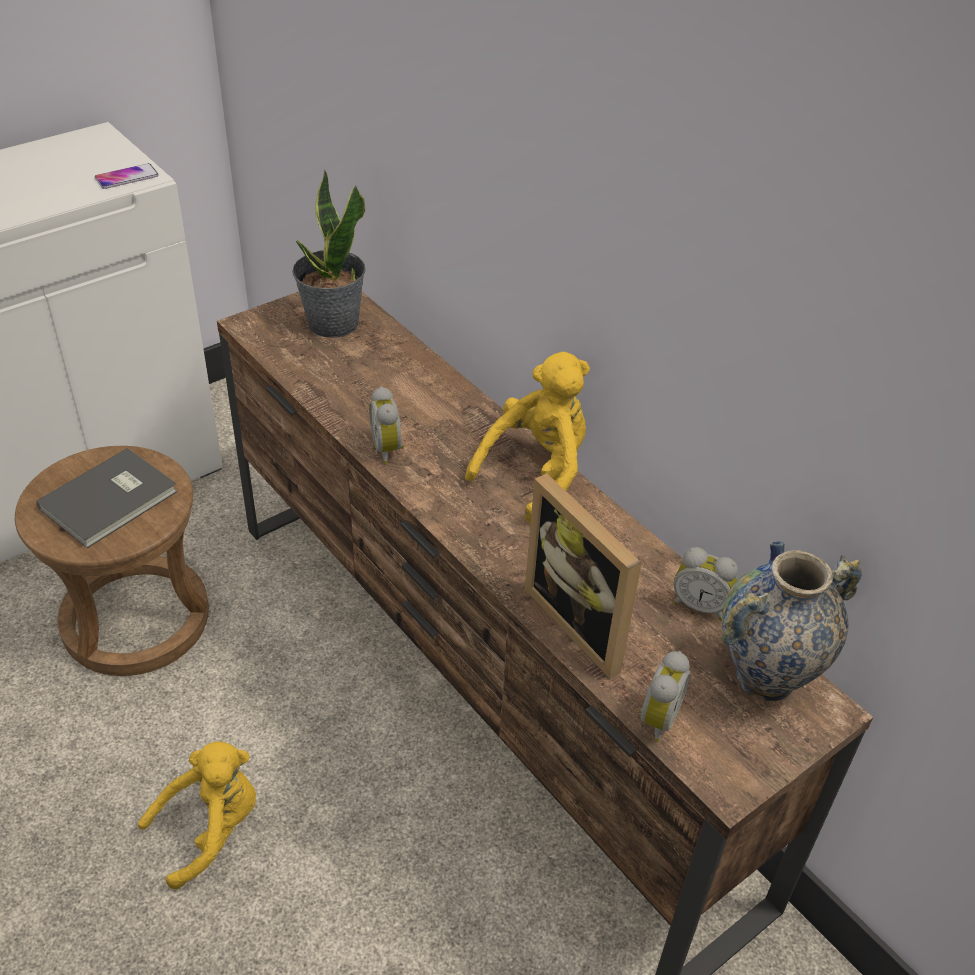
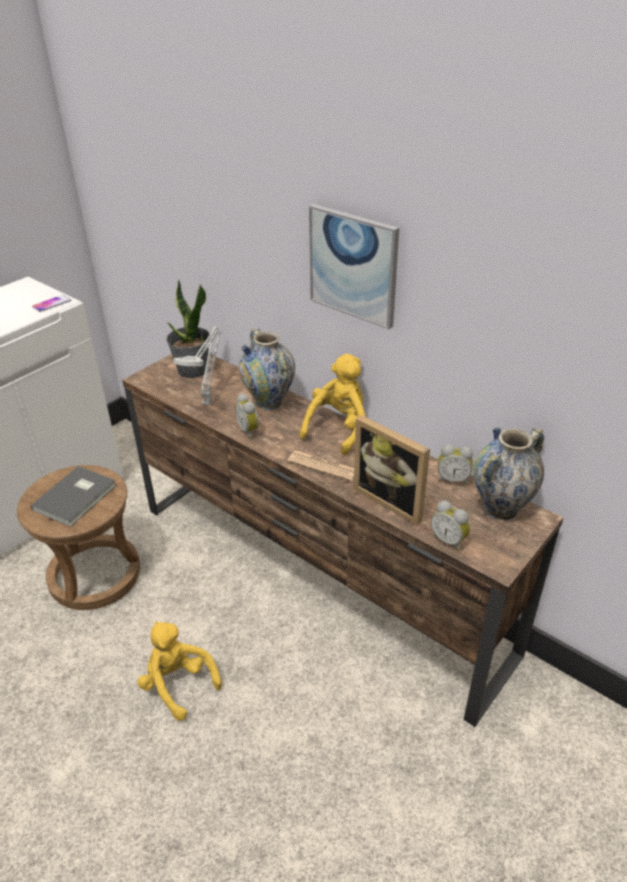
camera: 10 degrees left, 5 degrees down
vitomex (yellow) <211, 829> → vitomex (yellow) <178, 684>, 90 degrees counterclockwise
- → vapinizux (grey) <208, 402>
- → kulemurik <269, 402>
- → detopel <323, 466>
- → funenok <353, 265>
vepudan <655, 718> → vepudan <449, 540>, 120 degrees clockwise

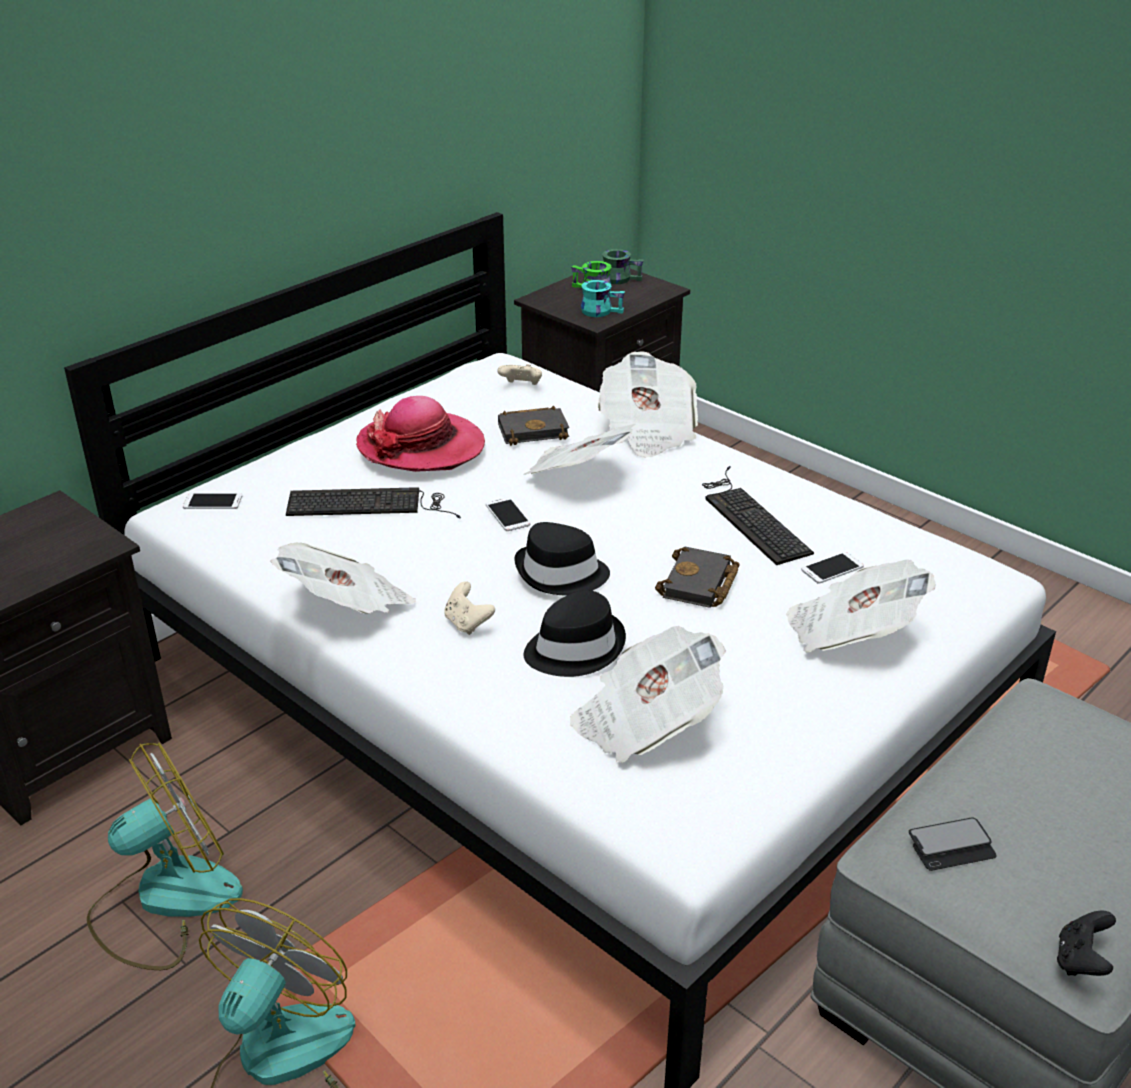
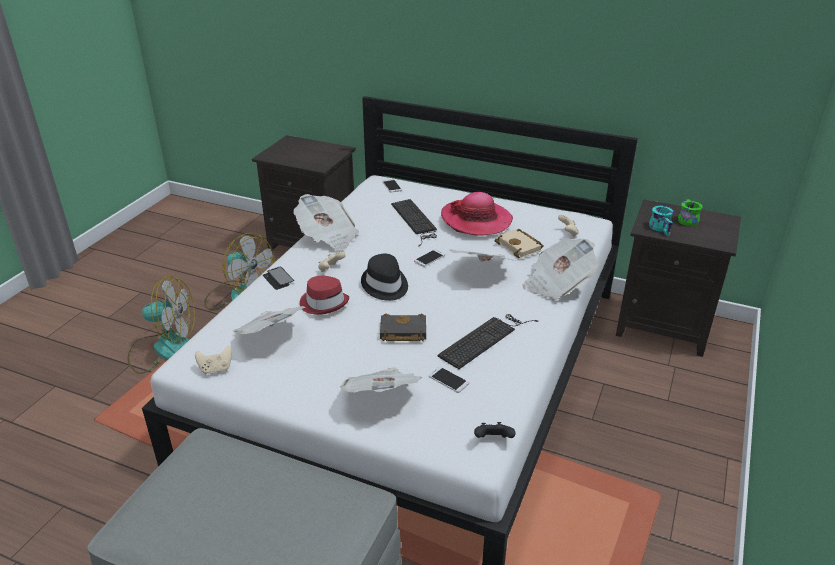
camera: 70 degrees right, 0 degrees up
- → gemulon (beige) <216, 369>
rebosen <951, 846> → rebosen <278, 279>, move
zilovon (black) <574, 648> → zilovon (red) <324, 303>
gemulon (black) <1080, 961> → gemulon (black) <493, 440>, move
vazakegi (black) <534, 430> → vazakegi (beige) <520, 247>
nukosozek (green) <621, 278> → -

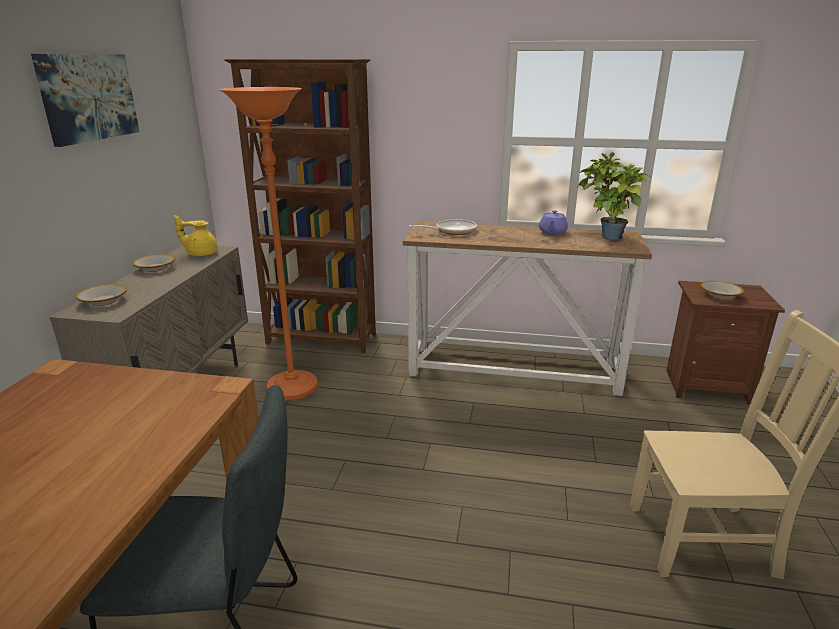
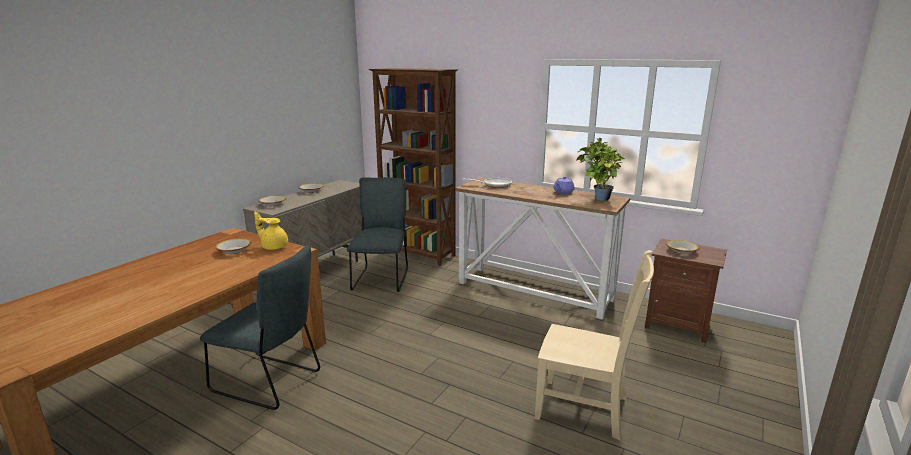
camera: 20 degrees right, 5 degrees down
- → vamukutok <234, 250>
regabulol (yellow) <201, 254> → regabulol (yellow) <274, 246>, move
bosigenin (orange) <292, 388> → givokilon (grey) <381, 278>
funenok <88, 97> → -

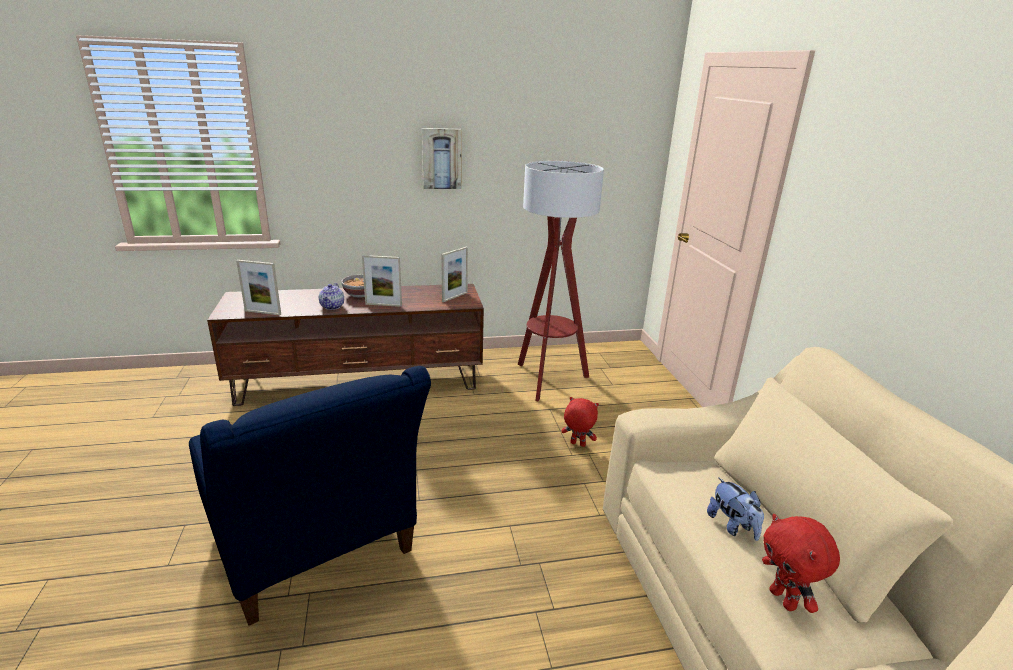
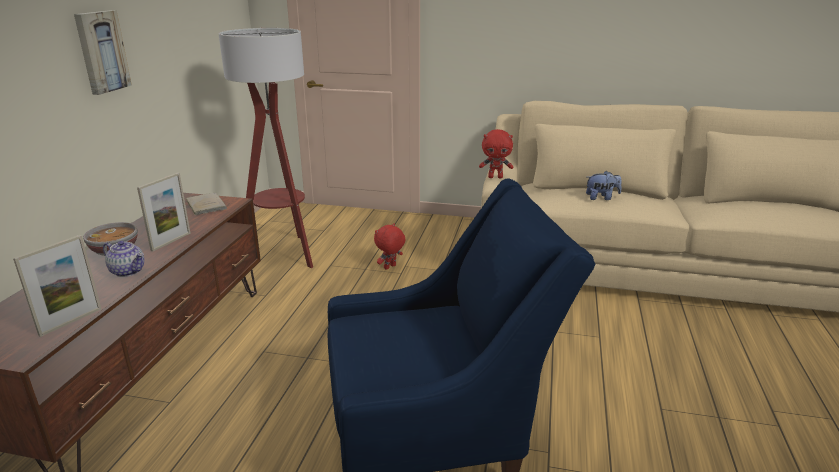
camera: 65 degrees left, 0 degrees up
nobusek <455, 297> → vazakegi (beige) <206, 205>
vitomex (red) <784, 600> → vitomex (red) <495, 177>, move

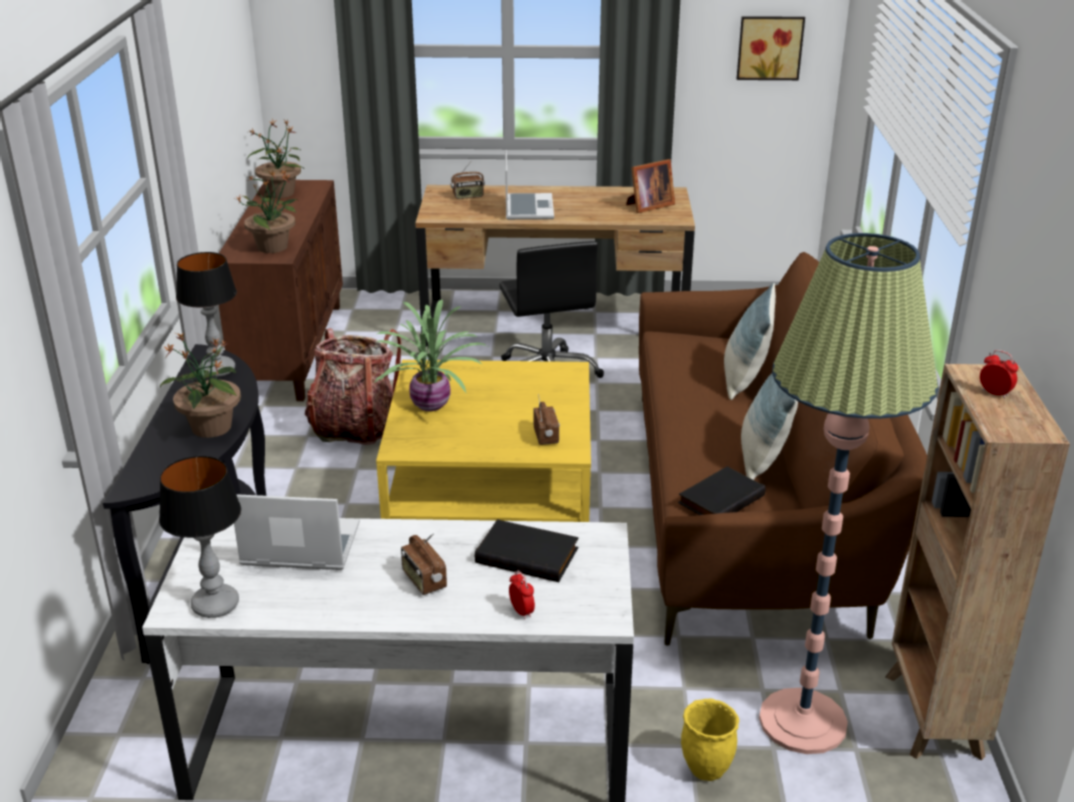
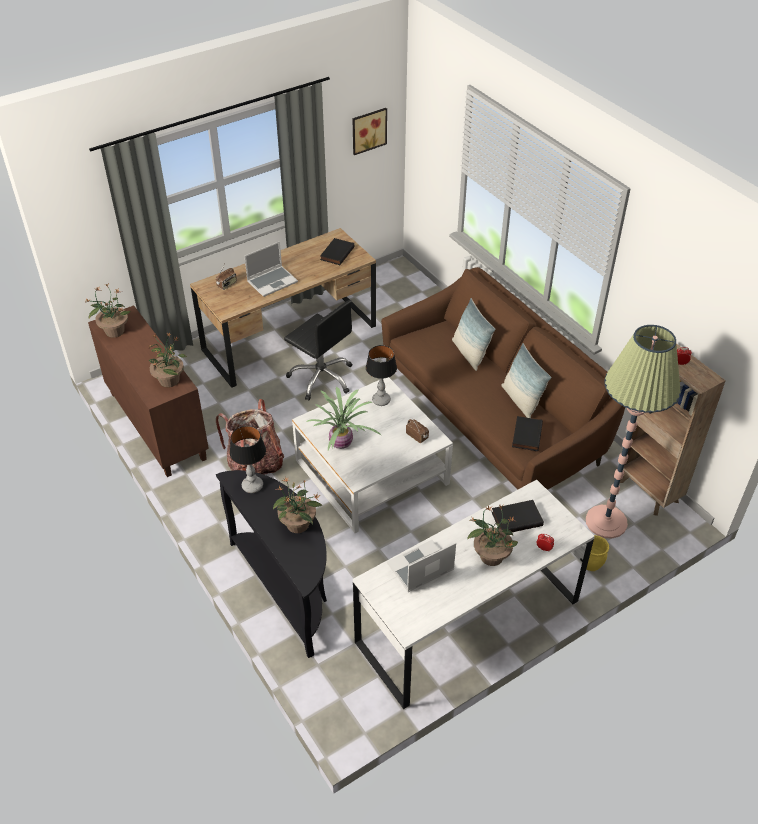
camera: 35 degrees left, 15 degrees up
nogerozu <527, 208> → nogerozu <272, 281>, 90 degrees clockwise
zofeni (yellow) <491, 496> → zofeni (white) <371, 472>
nobusek <648, 206> → vazakegi (black) <336, 253>
vapinizux <216, 604> → vapinizux <381, 400>, move
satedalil <423, 581> → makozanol <491, 556>

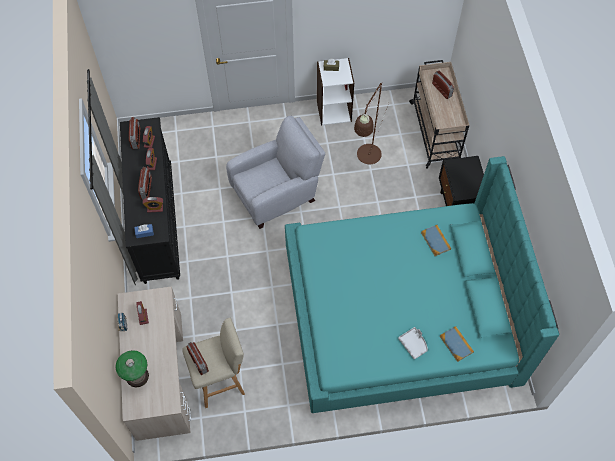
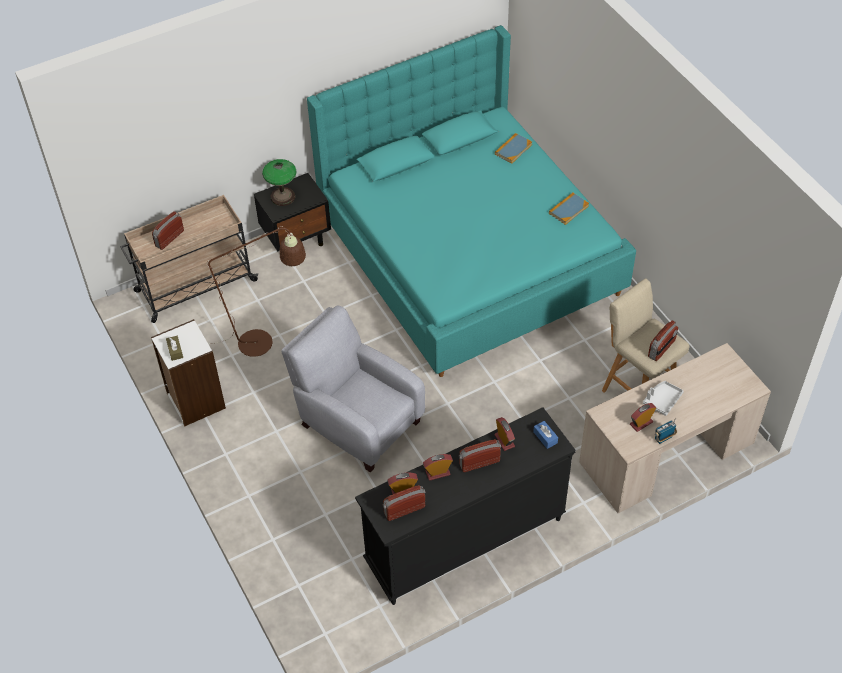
camera: 110 degrees left, 10 degrees down
vapinizux <137, 376> → vapinizux <282, 197>, move
vazakegi <435, 241> → vazakegi <568, 210>, move
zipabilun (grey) <413, 344> → zipabilun (grey) <662, 400>, move

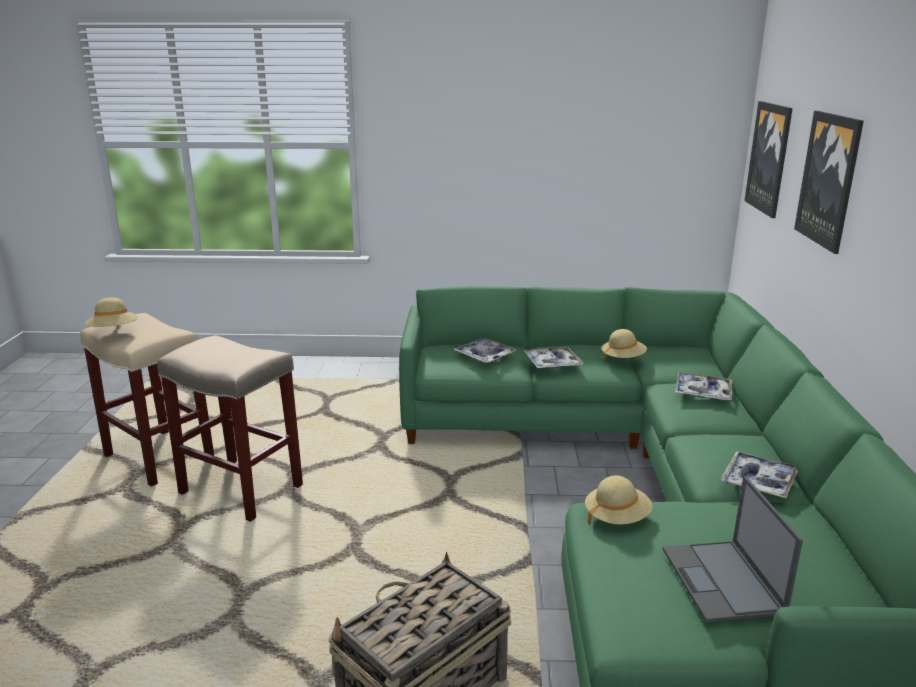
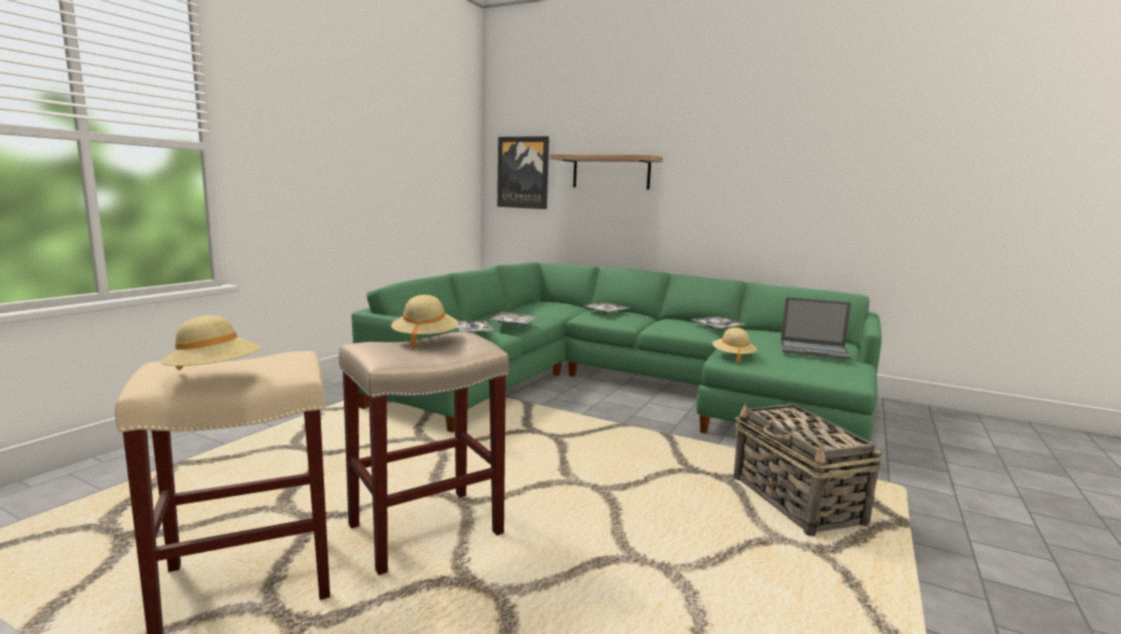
camera: 65 degrees left, 10 degrees down
zilovon (beige) <623, 358> → zilovon (beige) <425, 340>, move
funenok <829, 180> → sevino <611, 172>

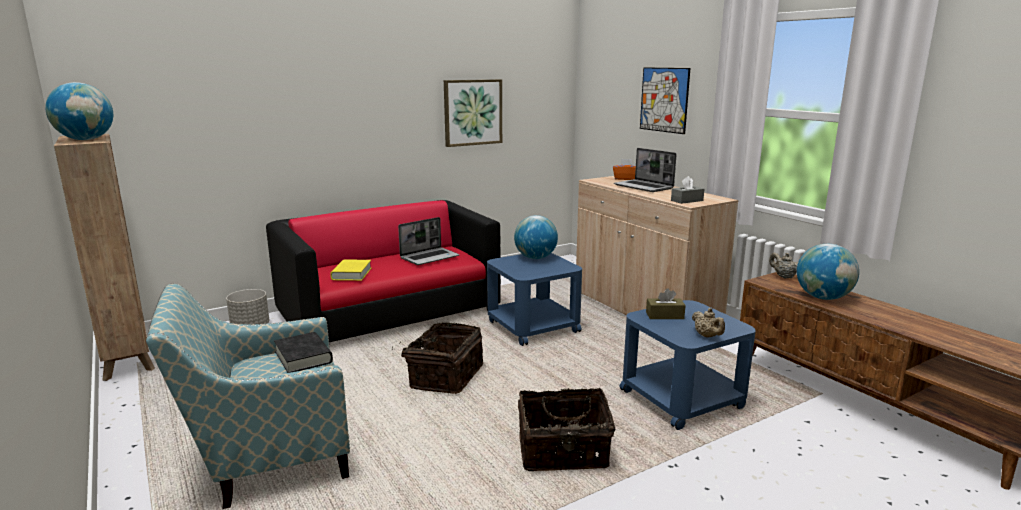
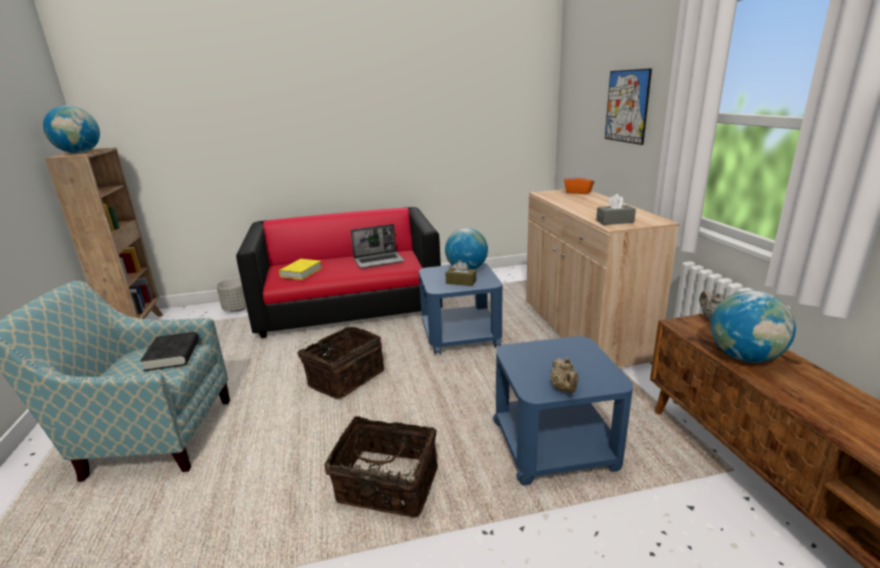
camera: 20 degrees right, 5 degrees up
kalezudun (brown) <664, 315> → kalezudun (brown) <461, 282>, move
funenok <472, 112> → -
nogerozu <644, 187> → -

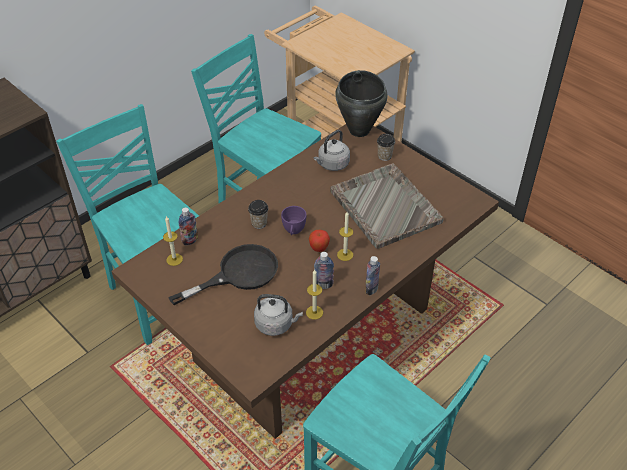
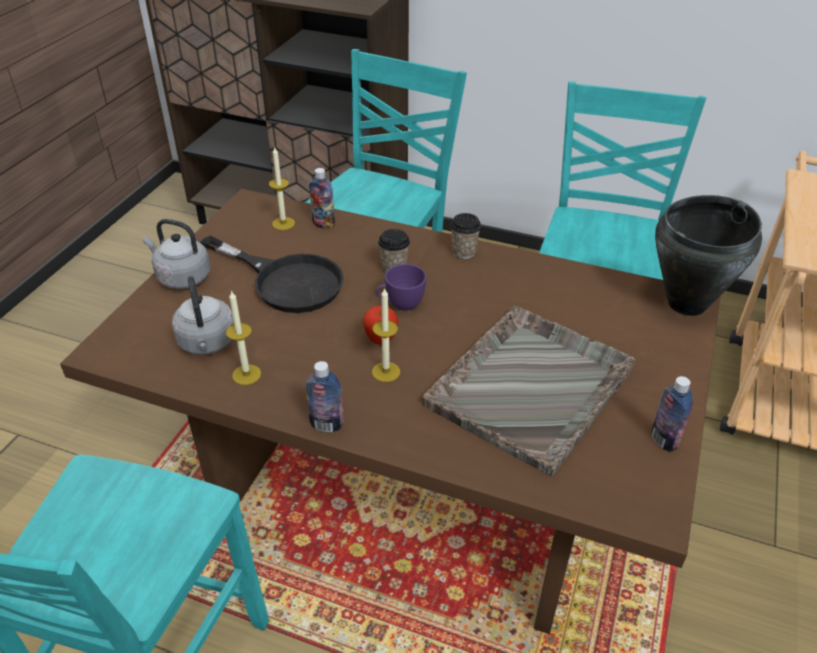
camera: 65 degrees right, 5 degrees down
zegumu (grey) <332, 165> → zegumu (grey) <181, 277>, move
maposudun <384, 156> → maposudun <464, 252>, move
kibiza <323, 285> → kibiza <663, 440>, move

